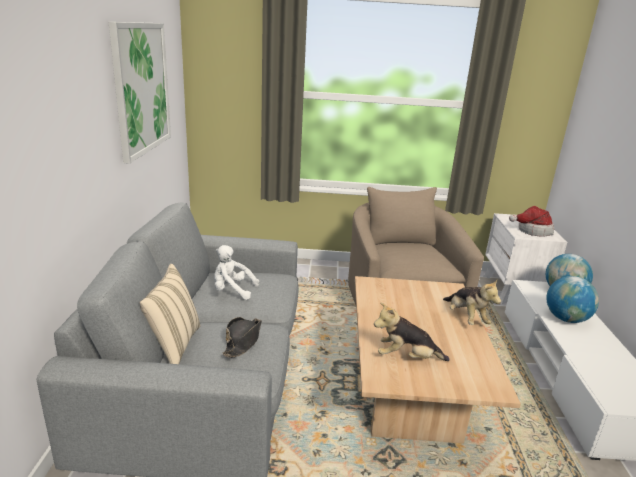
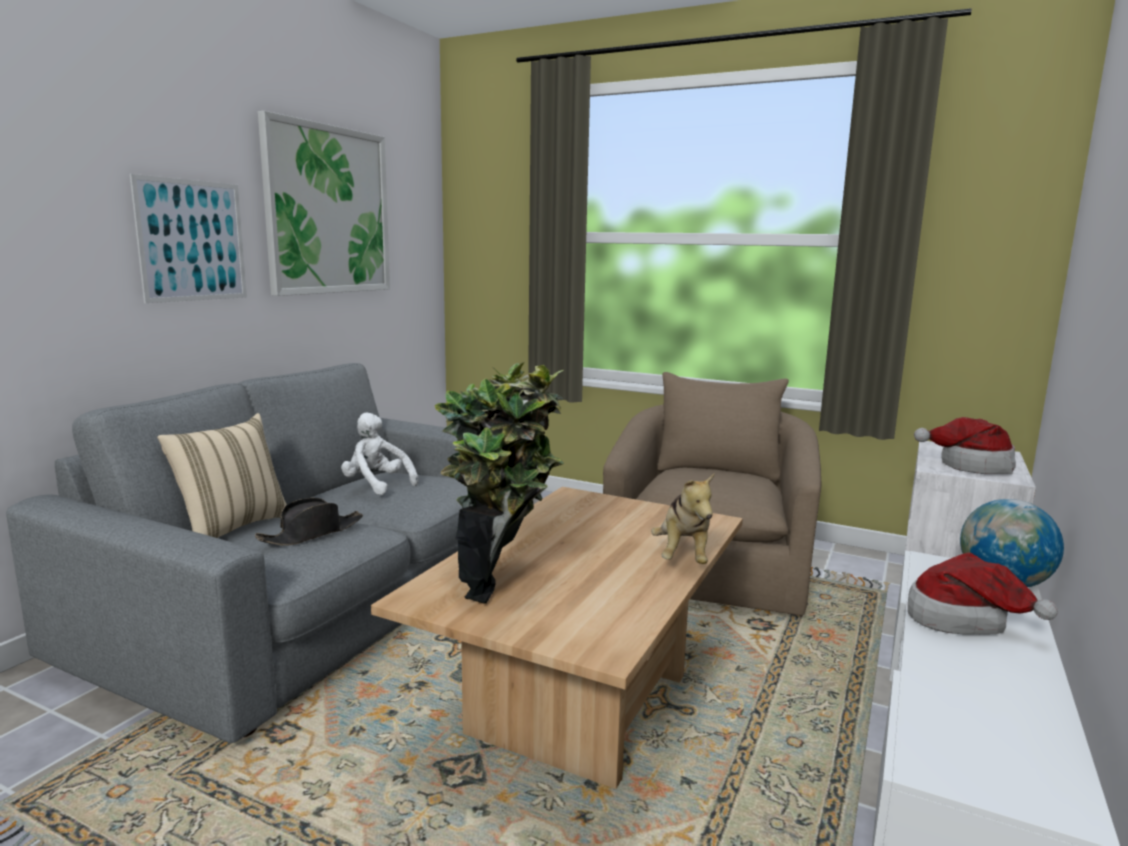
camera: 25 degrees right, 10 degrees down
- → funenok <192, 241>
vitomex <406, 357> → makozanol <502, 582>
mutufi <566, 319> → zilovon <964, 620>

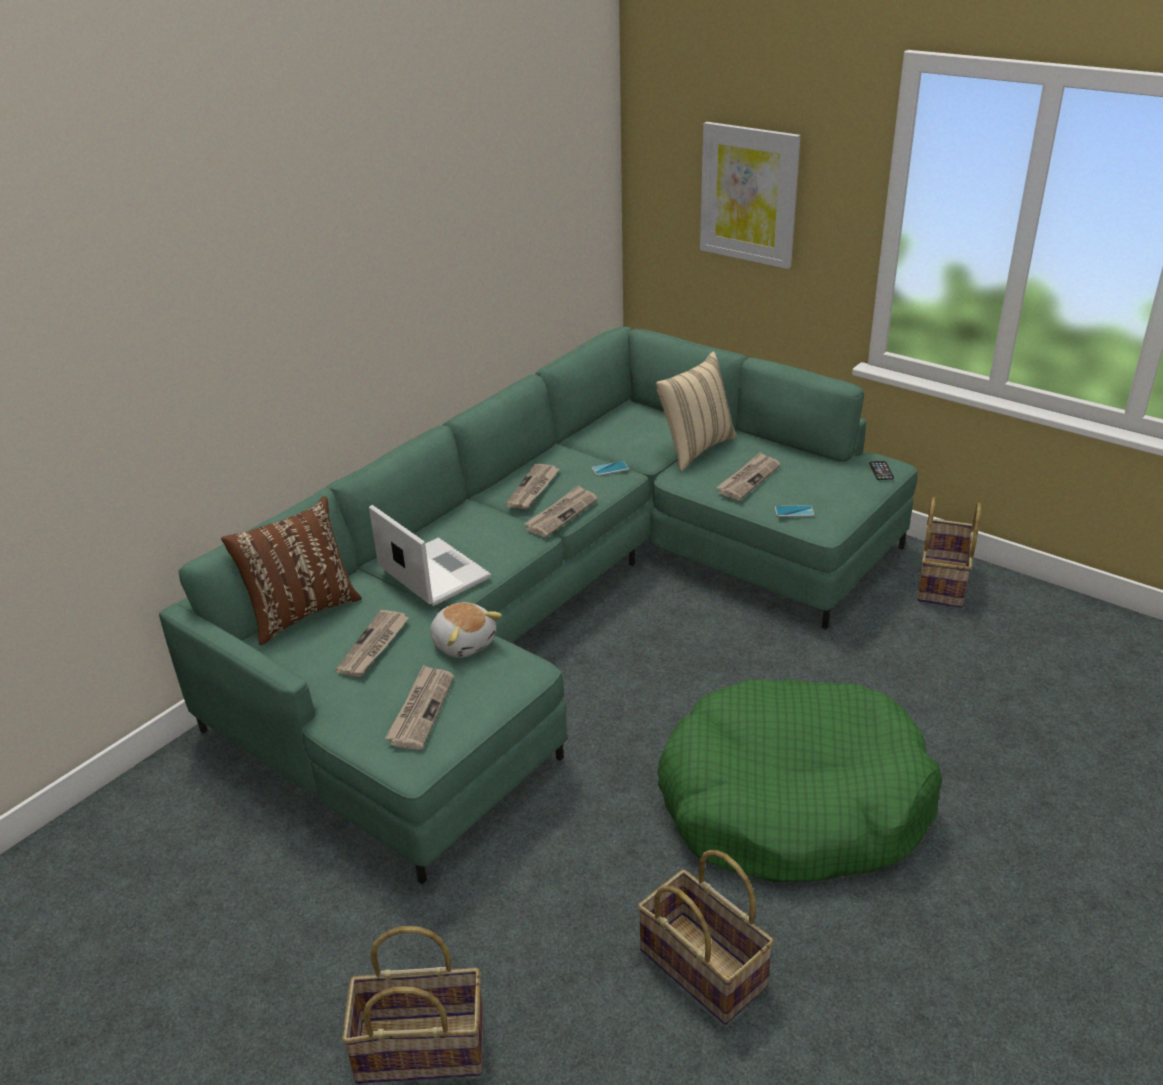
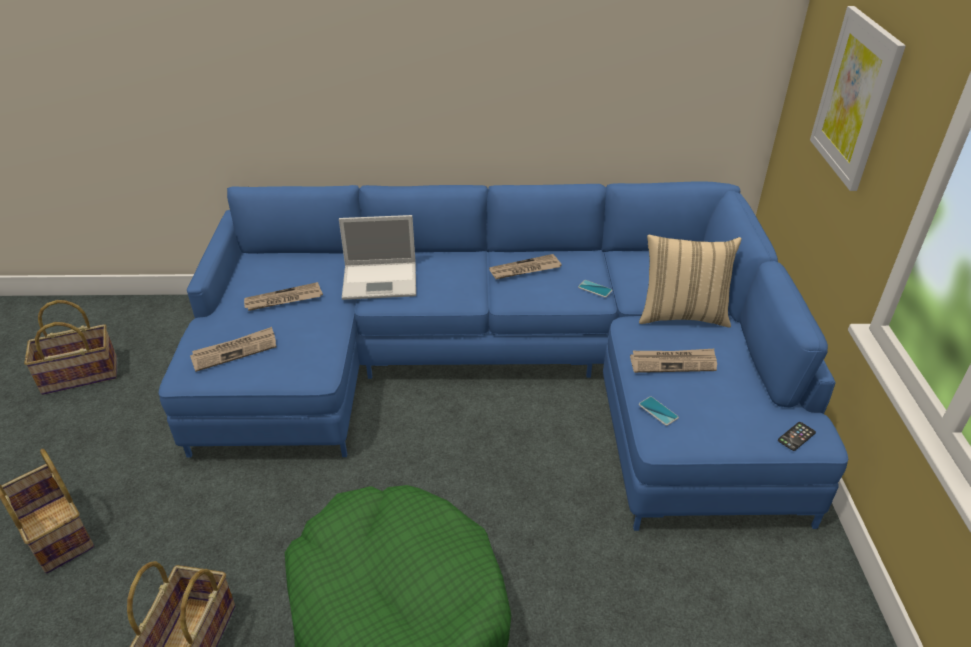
camera: 50 degrees right, 5 degrees up
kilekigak <943, 582> → kilekigak <79, 376>, move
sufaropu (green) <565, 605> → sufaropu (blue) <504, 370>
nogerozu <432, 572> → nogerozu <381, 280>, 75 degrees clockwise
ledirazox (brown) <301, 612> → -
vitomex <464, 642> → -
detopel <561, 514> → -

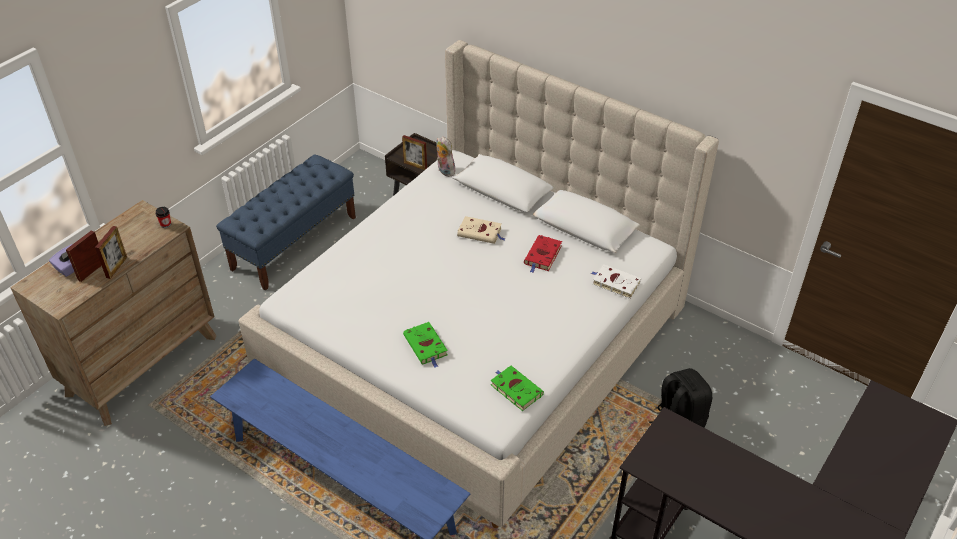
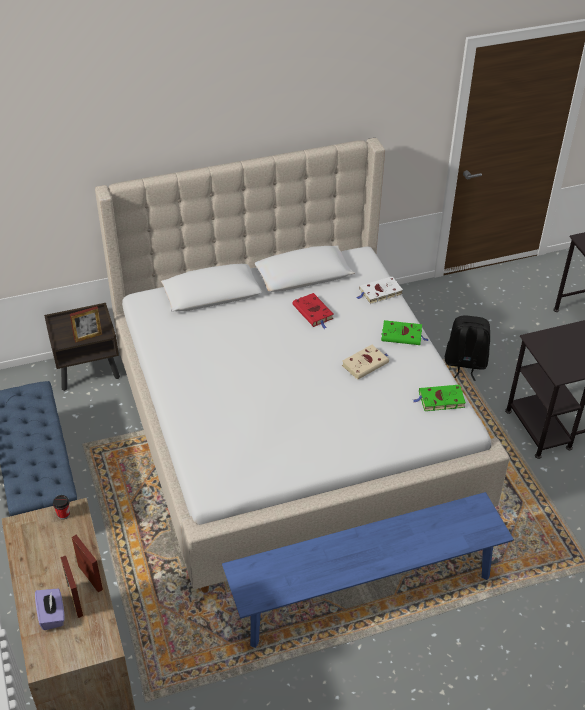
camera: 55 degrees left, 0 degrees up
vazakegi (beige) <481, 233> → vazakegi (beige) <366, 364>, move
vazakegi (green) <426, 346> → vazakegi (green) <403, 335>, move
vitomex <444, 171> → -

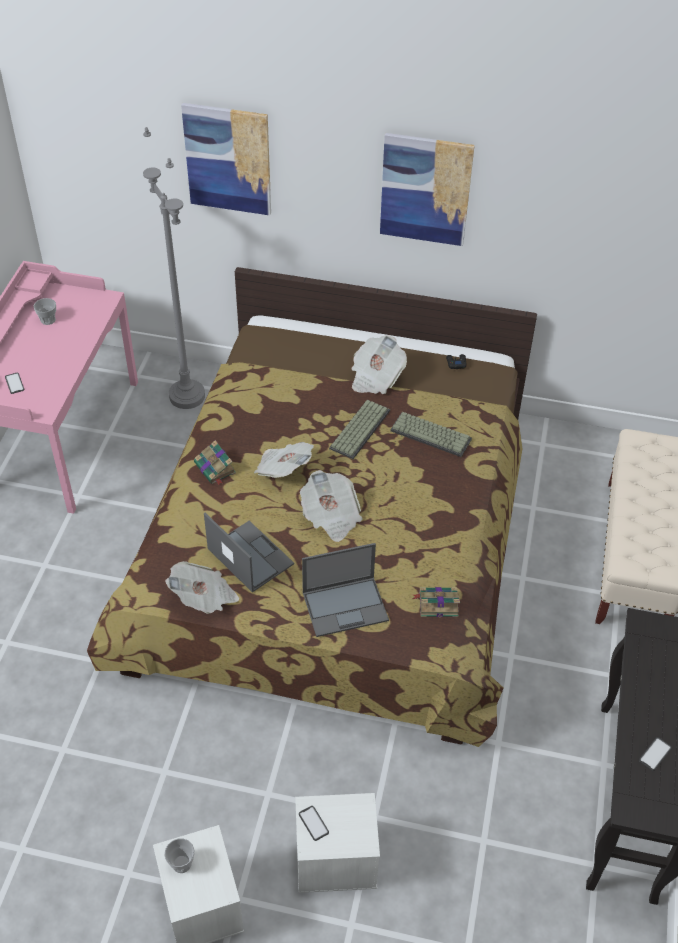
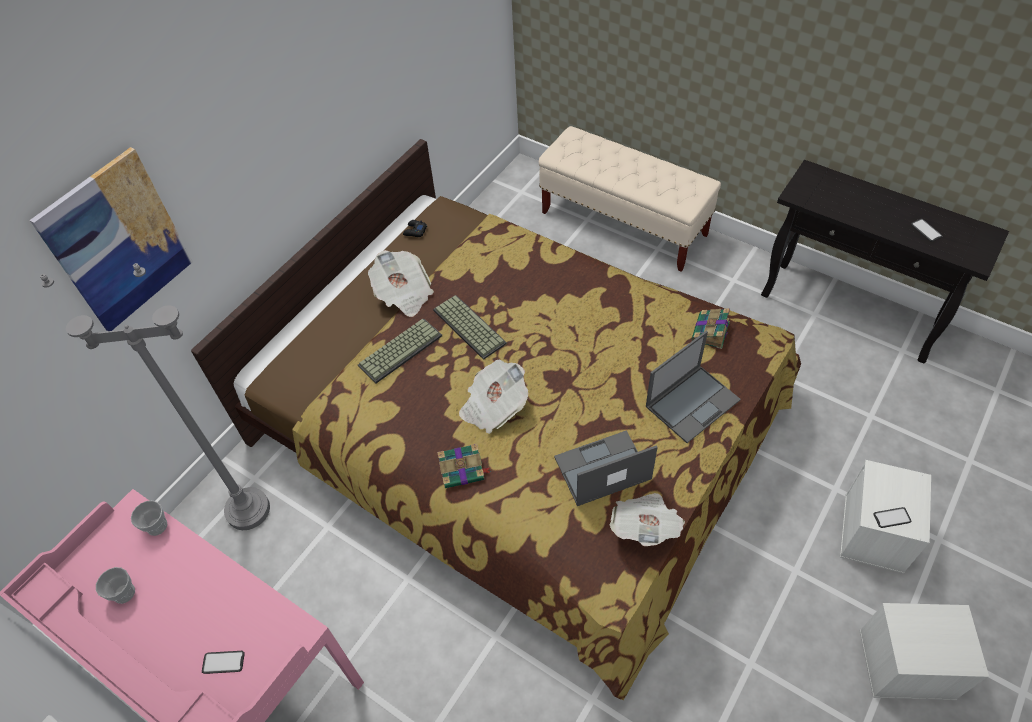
camera: 65 degrees left, 5 degrees up
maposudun <181, 863> → maposudun <157, 526>, move
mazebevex <432, 434> → mazebevex <400, 349>, move
nogerozu <346, 606> → nogerozu <693, 402>, 45 degrees clockwise
detopel <331, 517> → -
funenok <425, 189> → -

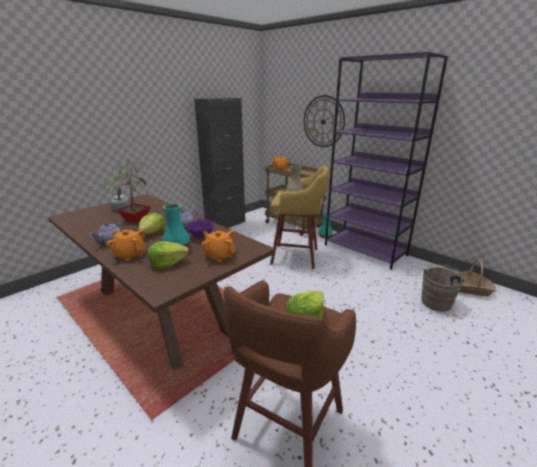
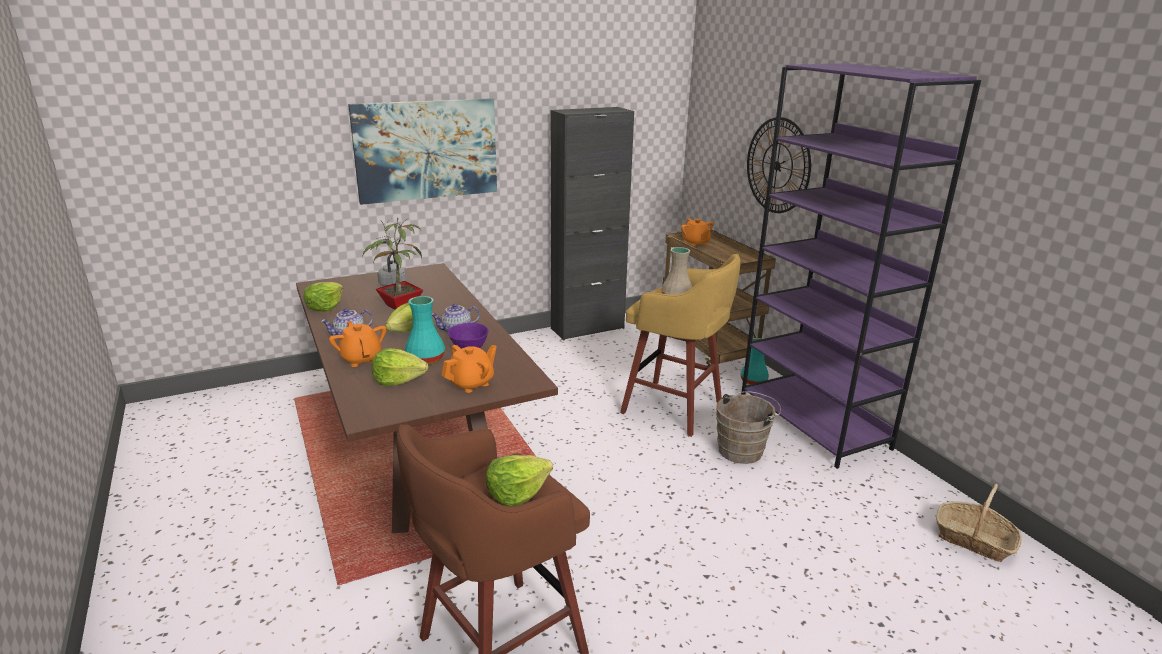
camera: 20 degrees right, 0 degrees up
- → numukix <325, 307>
- → funenok <426, 150>
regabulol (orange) <219, 256> → regabulol (orange) <471, 383>, 75 degrees clockwise
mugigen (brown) <436, 301> → mugigen (brown) <743, 450>, move

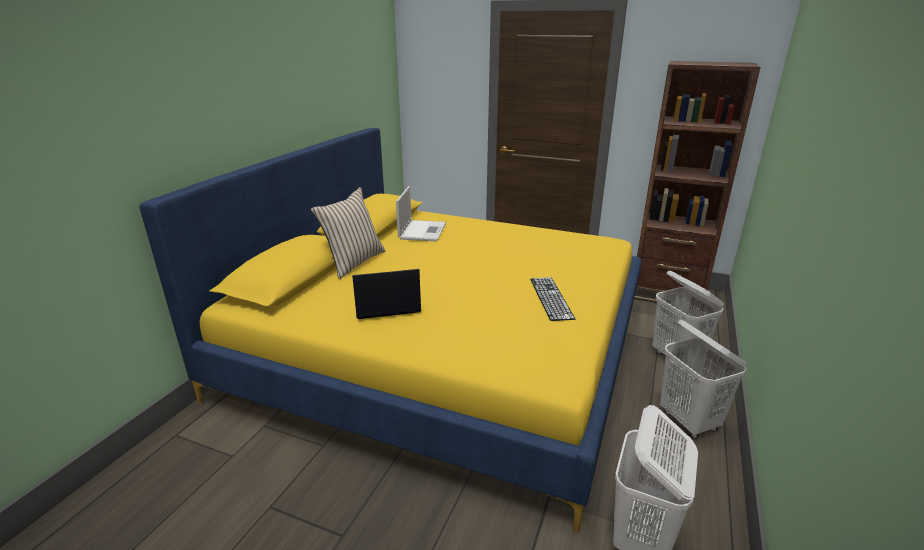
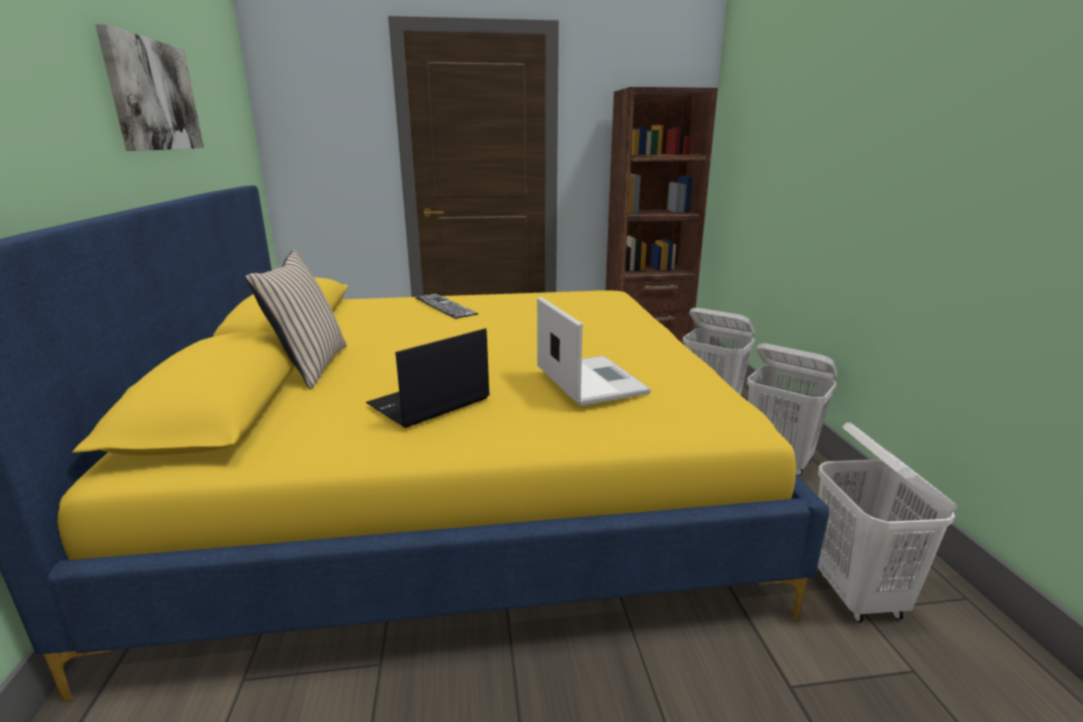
camera: 30 degrees left, 5 degrees down
- → funenok <153, 95>
mazebevex <550, 298> → mazebevex <445, 306>, move
nogerozu <422, 231> → nogerozu <589, 380>, move

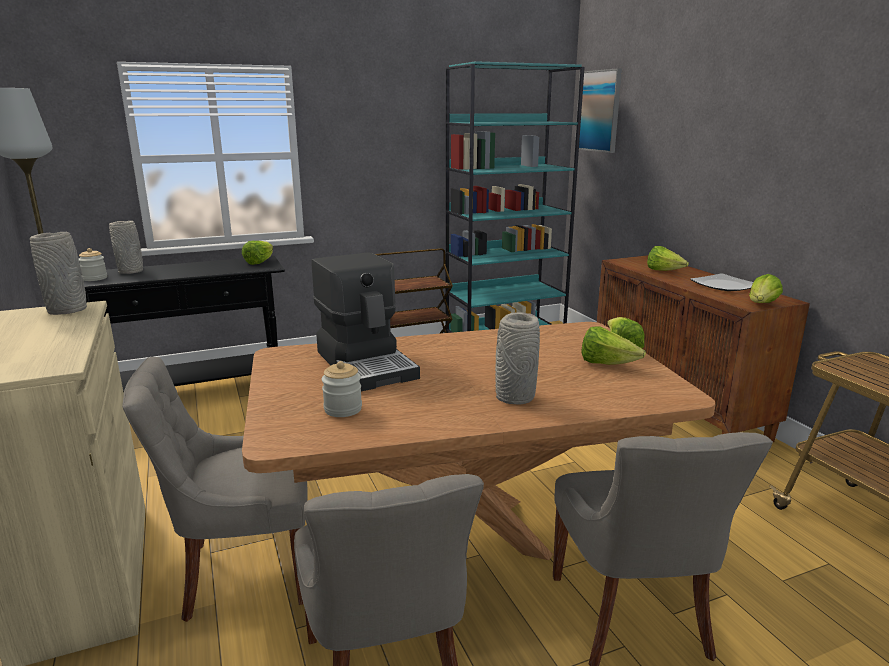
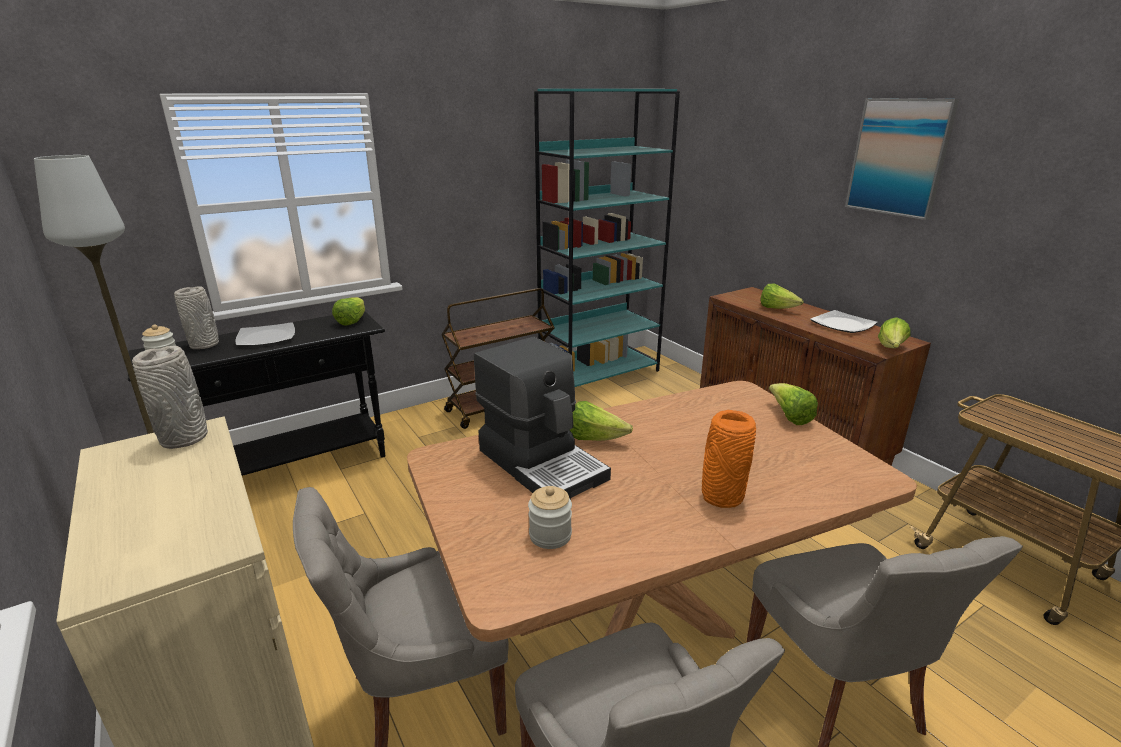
camera: 10 degrees left, 5 degrees up
- → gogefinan <267, 337>
numukix <606, 364> → numukix <595, 439>, move
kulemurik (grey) <514, 396> → kulemurik (orange) <721, 496>
funenok <598, 111> → funenok <899, 157>, move

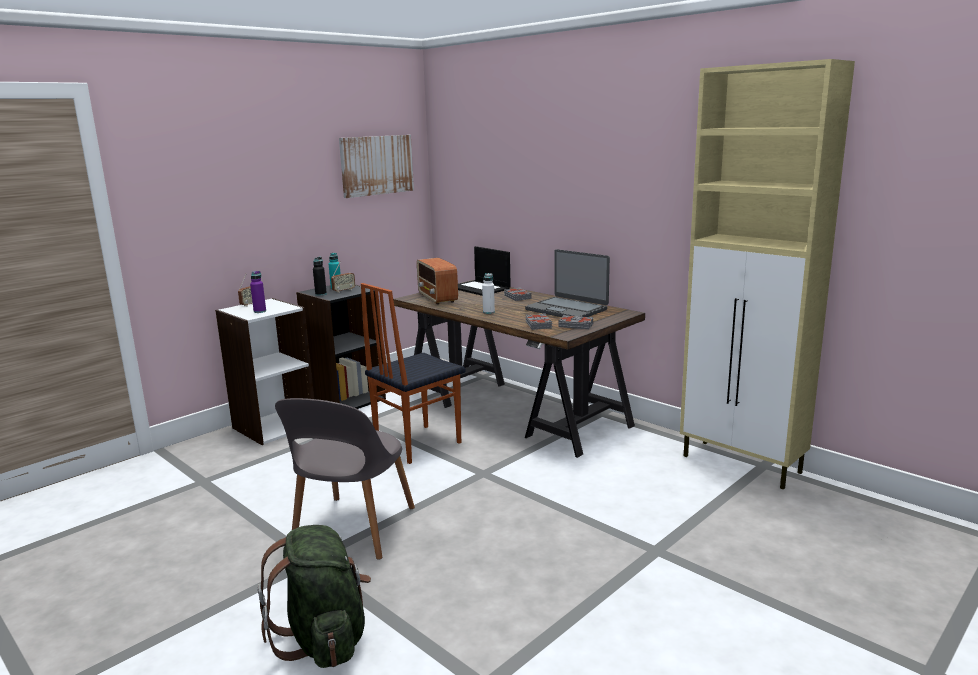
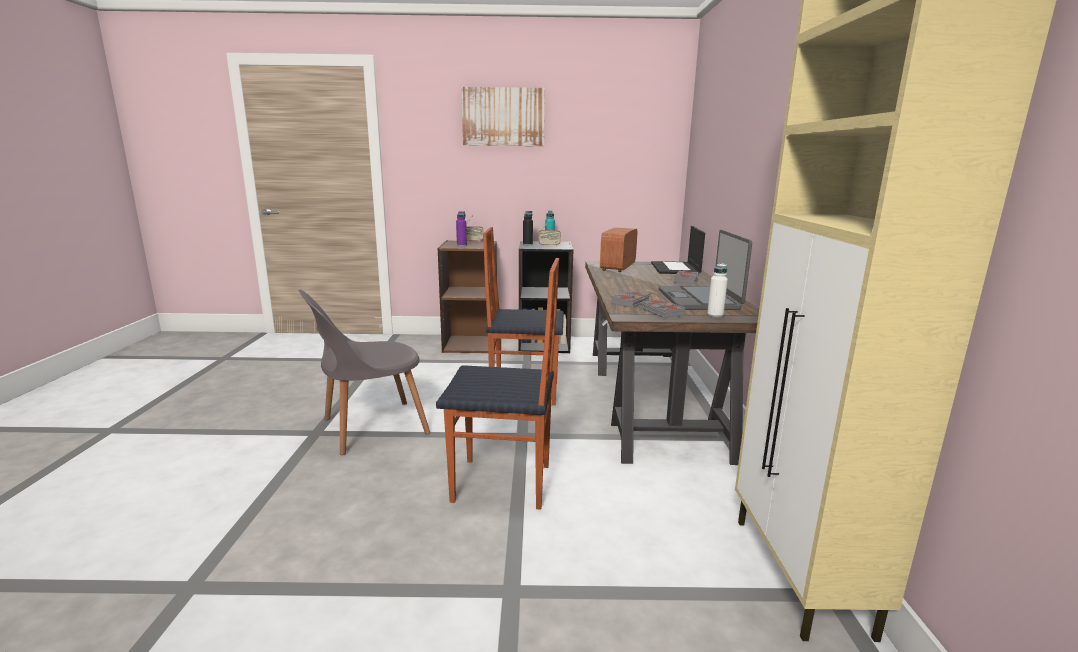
camera: 45 degrees right, 0 degrees up
- → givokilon <502, 484>
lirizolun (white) <274, 426> → lirizolun (brown) <471, 344>
funenok <376, 165> → funenok <503, 117>, move
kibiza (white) <488, 312> → kibiza (white) <715, 315>, move
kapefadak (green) <324, 639> → -

